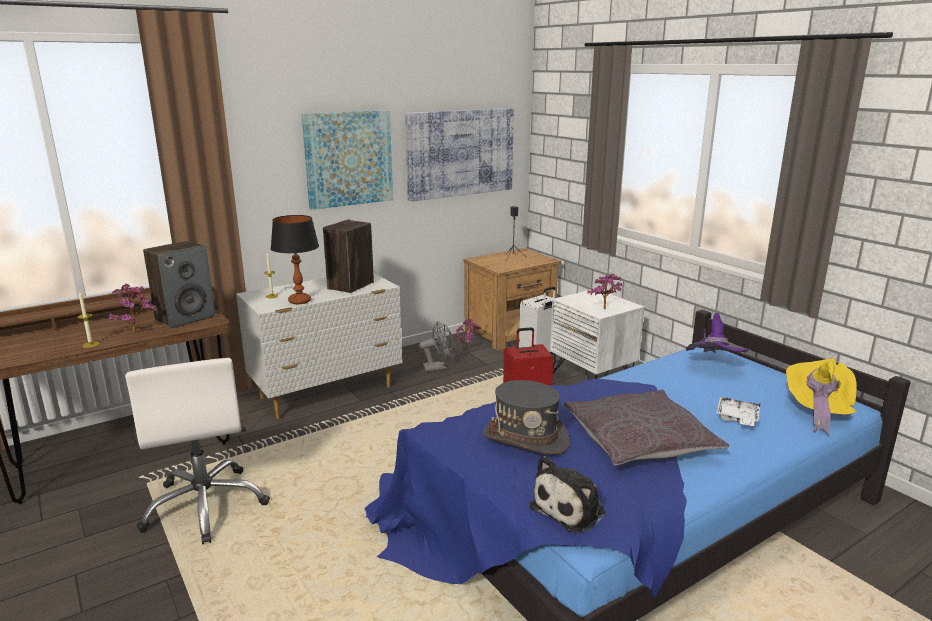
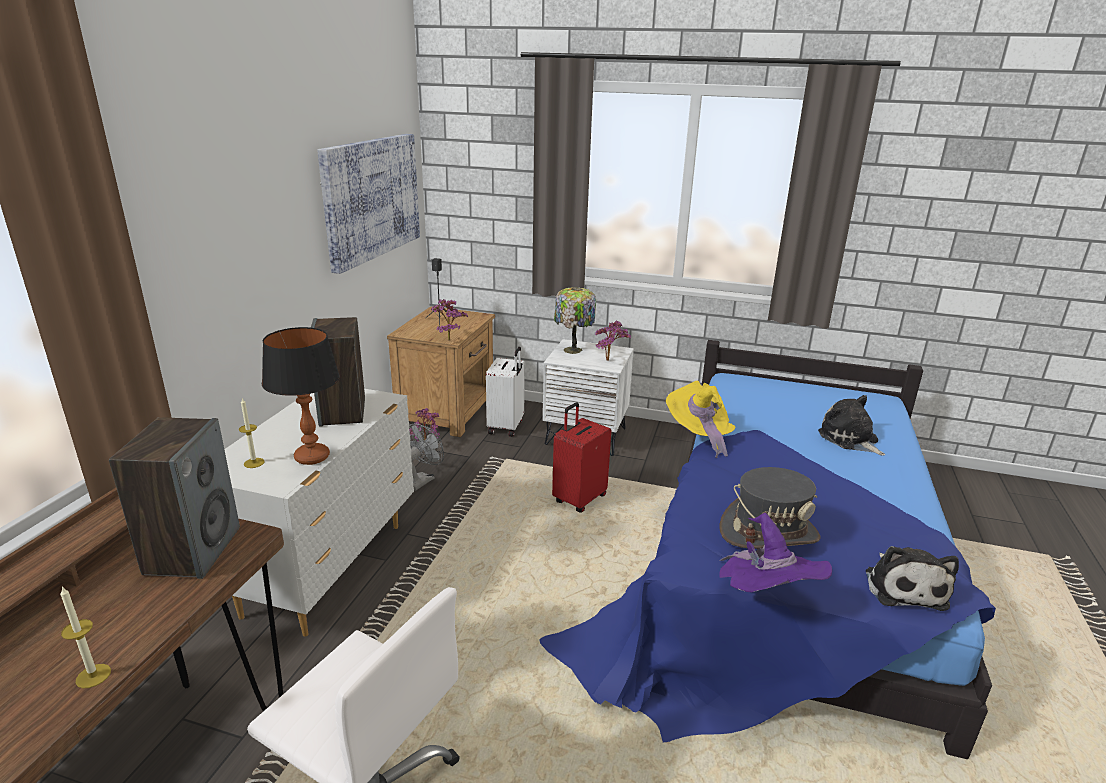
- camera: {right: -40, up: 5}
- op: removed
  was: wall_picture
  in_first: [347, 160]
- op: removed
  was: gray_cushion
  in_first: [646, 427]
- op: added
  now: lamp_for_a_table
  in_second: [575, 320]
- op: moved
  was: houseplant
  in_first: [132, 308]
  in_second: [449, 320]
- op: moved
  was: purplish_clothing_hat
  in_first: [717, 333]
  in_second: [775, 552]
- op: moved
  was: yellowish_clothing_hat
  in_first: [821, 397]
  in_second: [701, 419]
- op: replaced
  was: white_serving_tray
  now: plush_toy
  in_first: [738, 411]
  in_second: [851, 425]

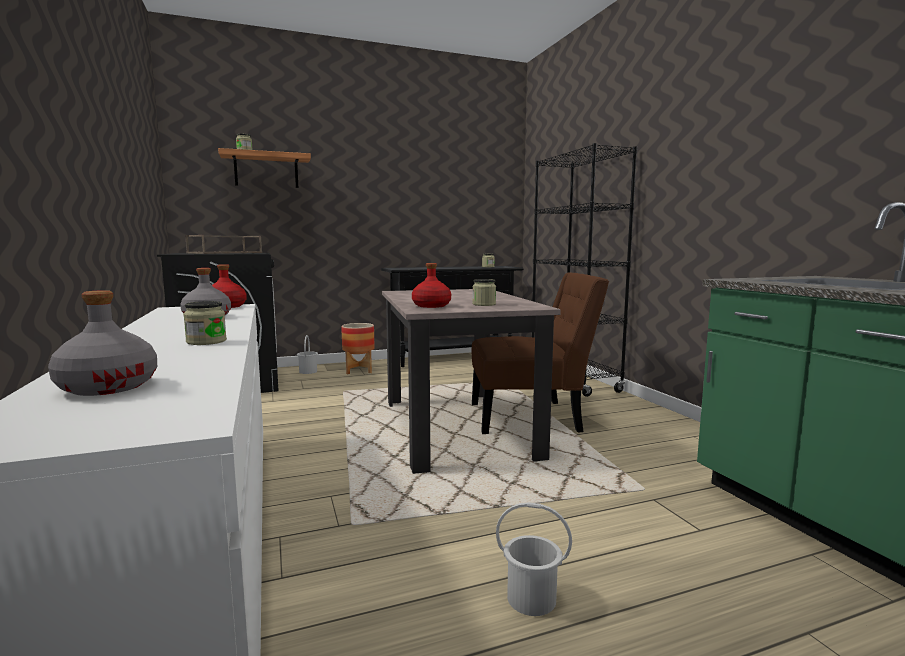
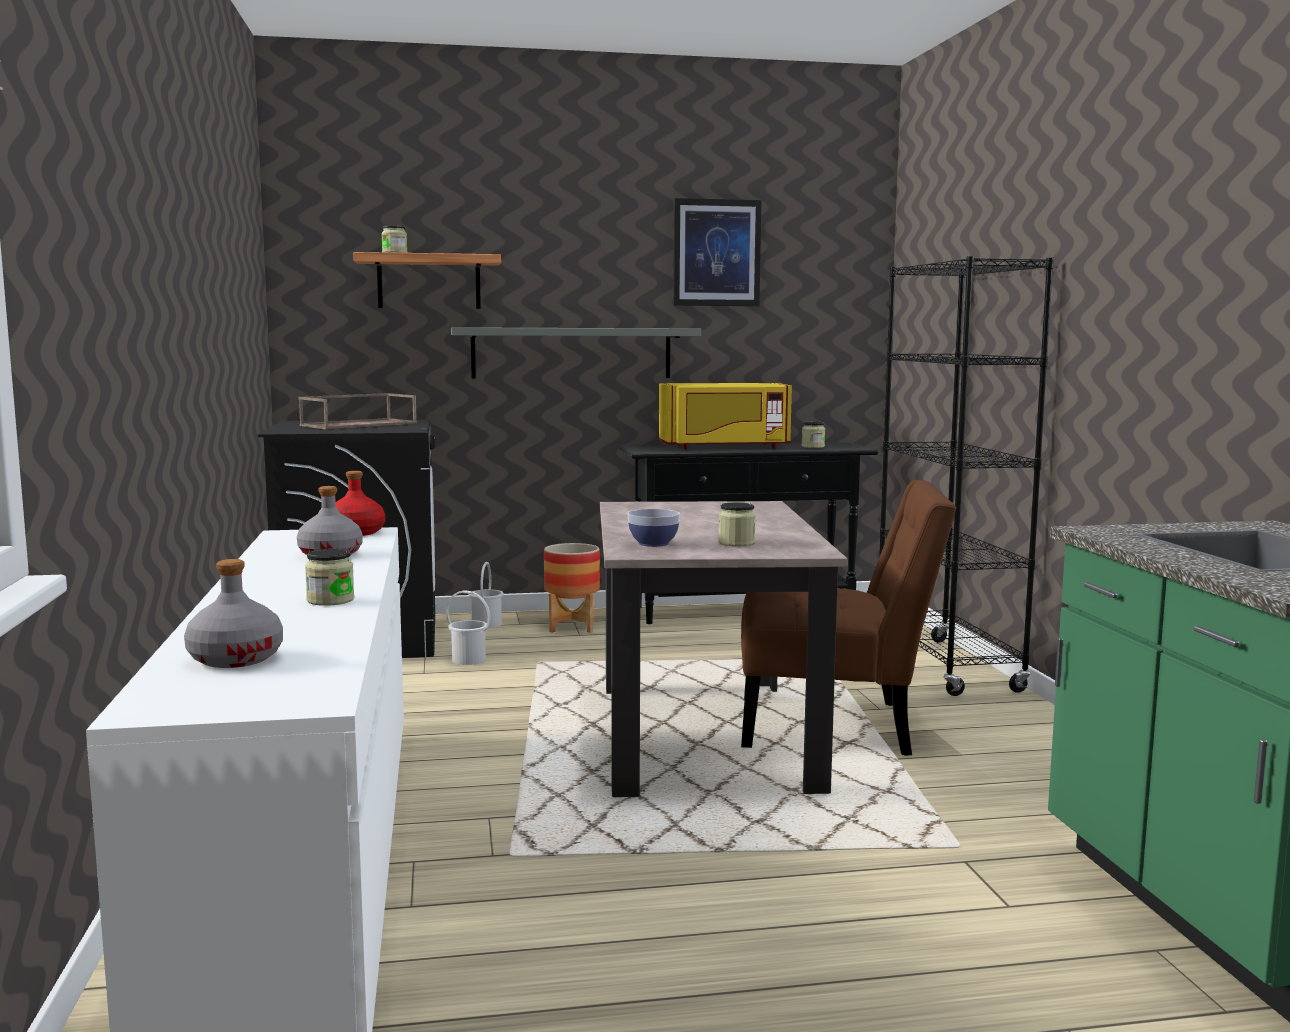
- camera: {right: 10, up: 0}
- op: added
  now: gray_shelf
  in_second: [576, 353]
- op: added
  now: yellowish_microwave_oven
  in_second: [725, 416]
- op: added
  now: wall_picture
  in_second: [717, 252]
- op: moved
  was: white_bucket
  in_first: [534, 559]
  in_second: [468, 627]
- op: replaced
  was: red-coloured_beverage_bottle
  now: serving_bowl
  in_first: [431, 285]
  in_second: [654, 528]

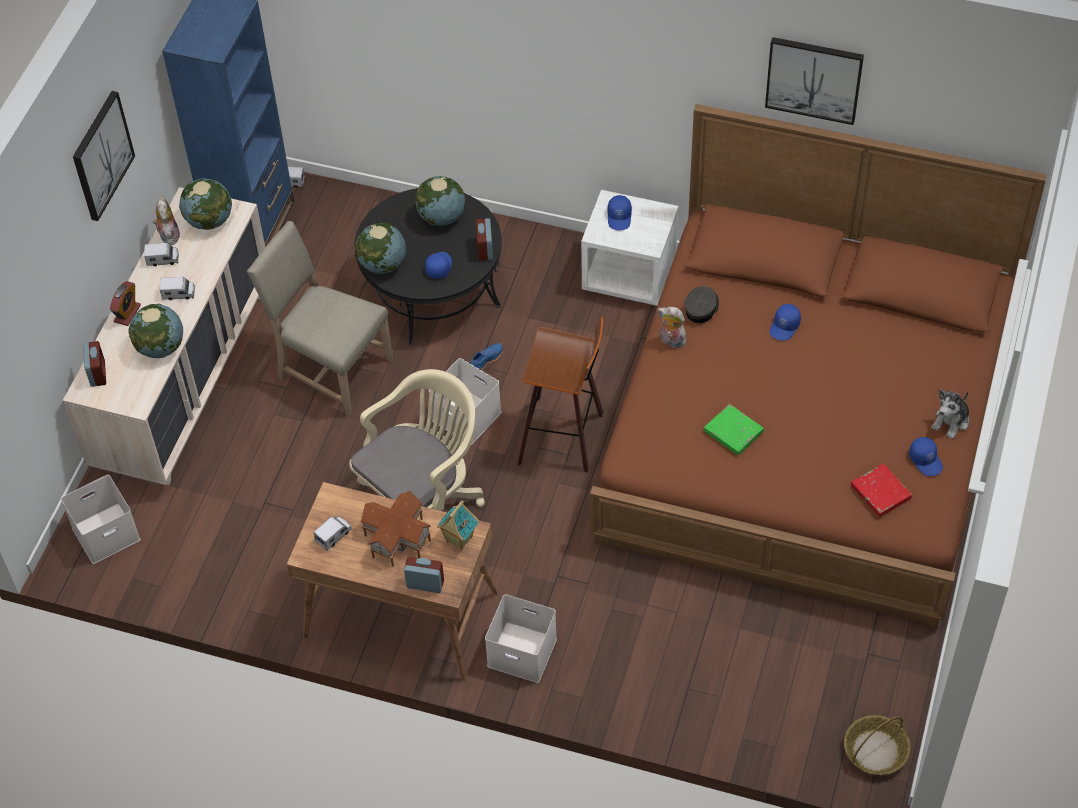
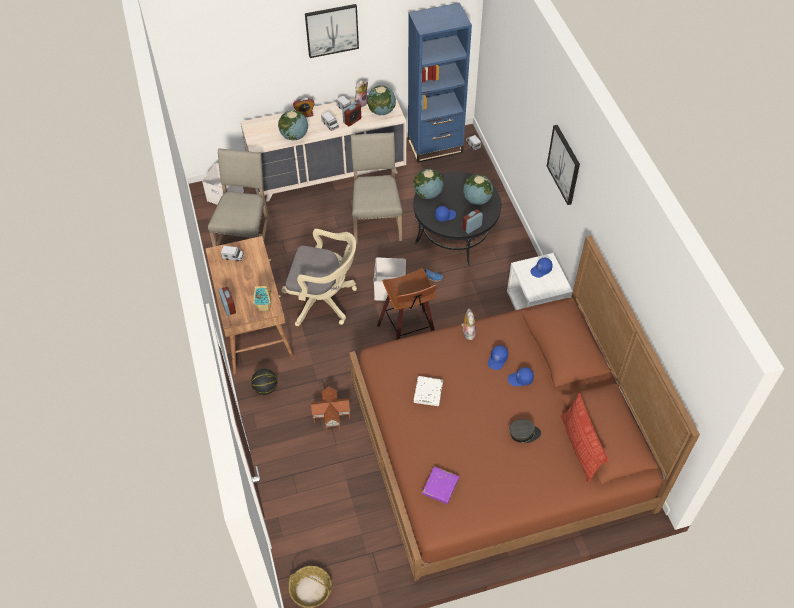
- camera: {right: 55, up: 0}
- op: removed
  was: plush_toy
  in_first: [950, 414]
- op: added
  now: sand-coloured_chair
  in_second: [239, 197]
- op: added
  now: cushion
  in_second: [584, 438]
- op: moved
  was: bedside_clock
  in_first: [94, 364]
  in_second: [351, 114]
- op: moved
  was: miniature_house
  in_first: [395, 528]
  in_second: [331, 408]
- op: moved
  was: gray_cap
  in_first: [702, 304]
  in_second: [525, 431]
- op: moved
  was: wall_picture
  in_first: [814, 81]
  in_second: [563, 165]
- op: moved
  was: bluish_cap
  in_first: [926, 456]
  in_second: [498, 357]
- op: replaced
  was: white_storage_container
  now: basketball
  in_first: [521, 638]
  in_second: [264, 382]
- op: recoloured
  was: green_book
  now: white_book
  in_first: [734, 429]
  in_second: [428, 391]
- op: recoloured
  was: red-coloured_book
  now: purplish_book
  in_first: [881, 490]
  in_second: [440, 485]

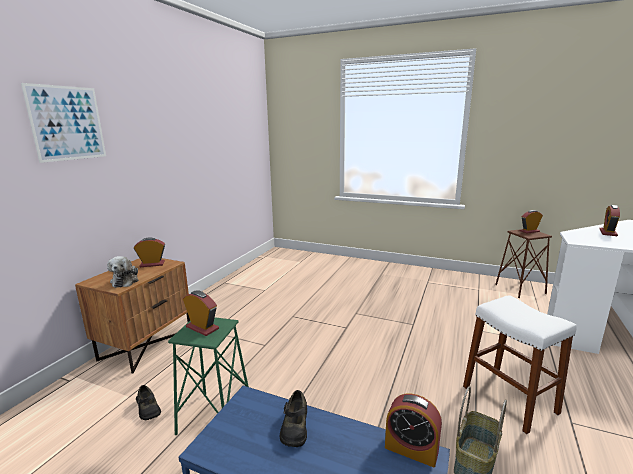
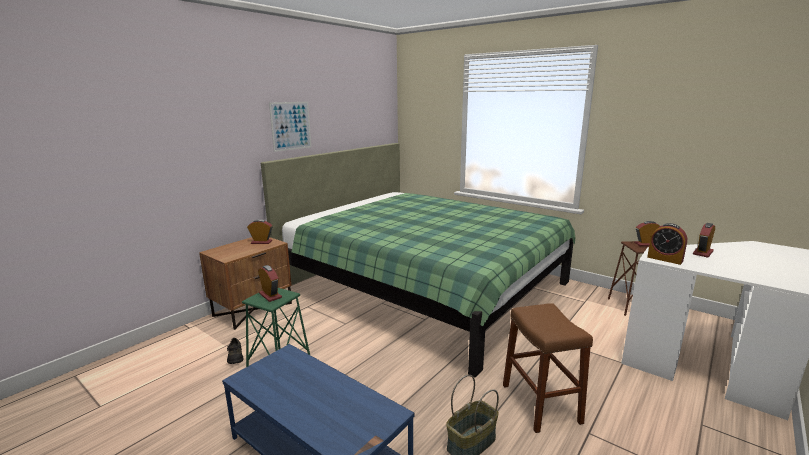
- camera: {right: 15, up: 0}
- op: removed
  was: plush_toy
  in_first: [123, 272]
- op: removed
  was: black_item_of_footwear
  in_first: [293, 418]
- op: added
  now: green_bed
  in_second: [418, 260]
- op: moved
  was: wall_picture
  in_first: [63, 123]
  in_second: [290, 127]
- op: moved
  was: bedside_clock
  in_first: [413, 430]
  in_second: [667, 244]
- op: recoloured
  was: white_stool
  now: brownish_stool
  in_first: [520, 364]
  in_second: [548, 368]

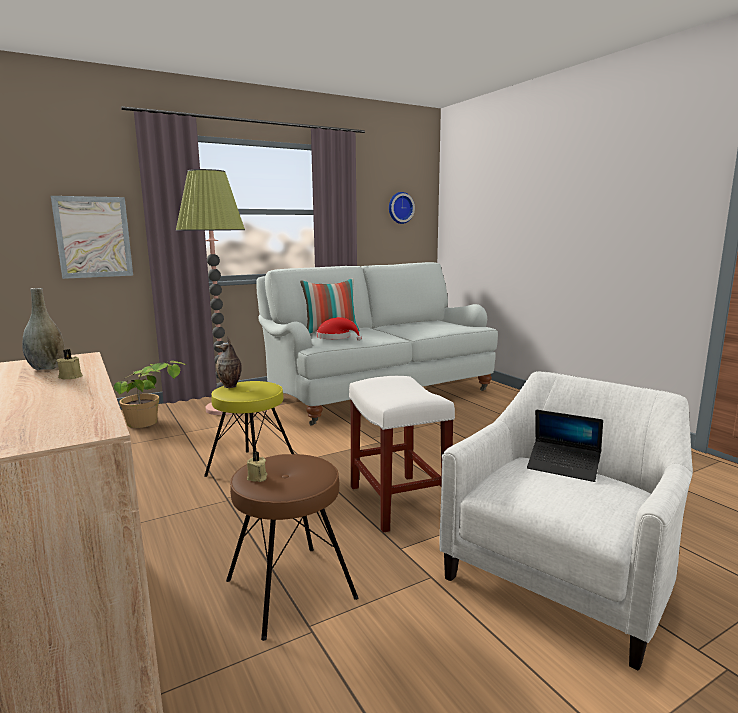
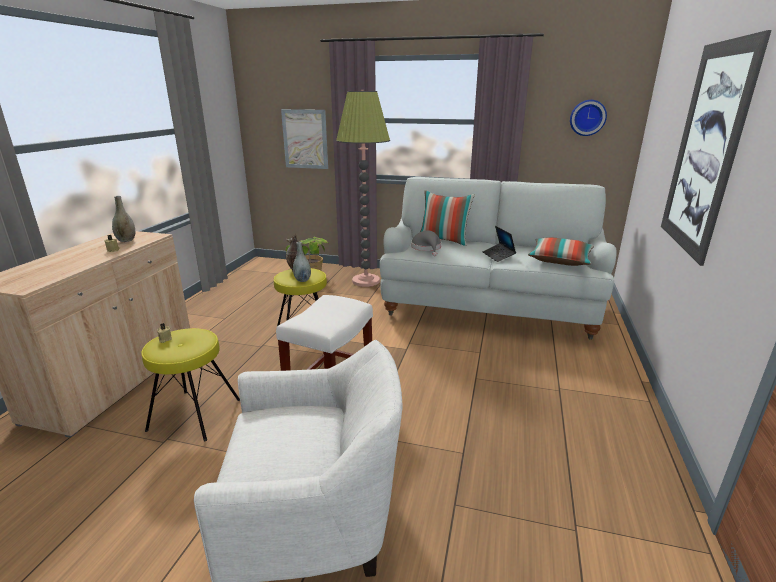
- camera: {right: 45, up: 10}
- op: added
  now: gray_flower_vase
  in_second: [302, 262]
- op: added
  now: cushion
  in_second: [561, 251]
- op: added
  now: wall_picture
  in_second: [716, 148]
- op: moved
  was: laptop
  in_first: [565, 446]
  in_second: [499, 244]
- op: recoloured
  was: brownish_stool
  now: yellowish_stool
  in_first: [292, 547]
  in_second: [190, 385]
- op: recoloured
  was: red-coloured_clothing_hat
  now: gray_clothing_hat
  in_first: [339, 329]
  in_second: [426, 243]

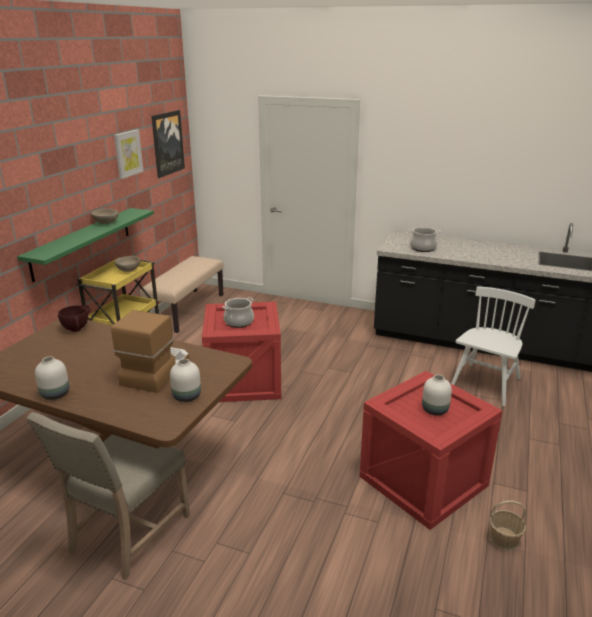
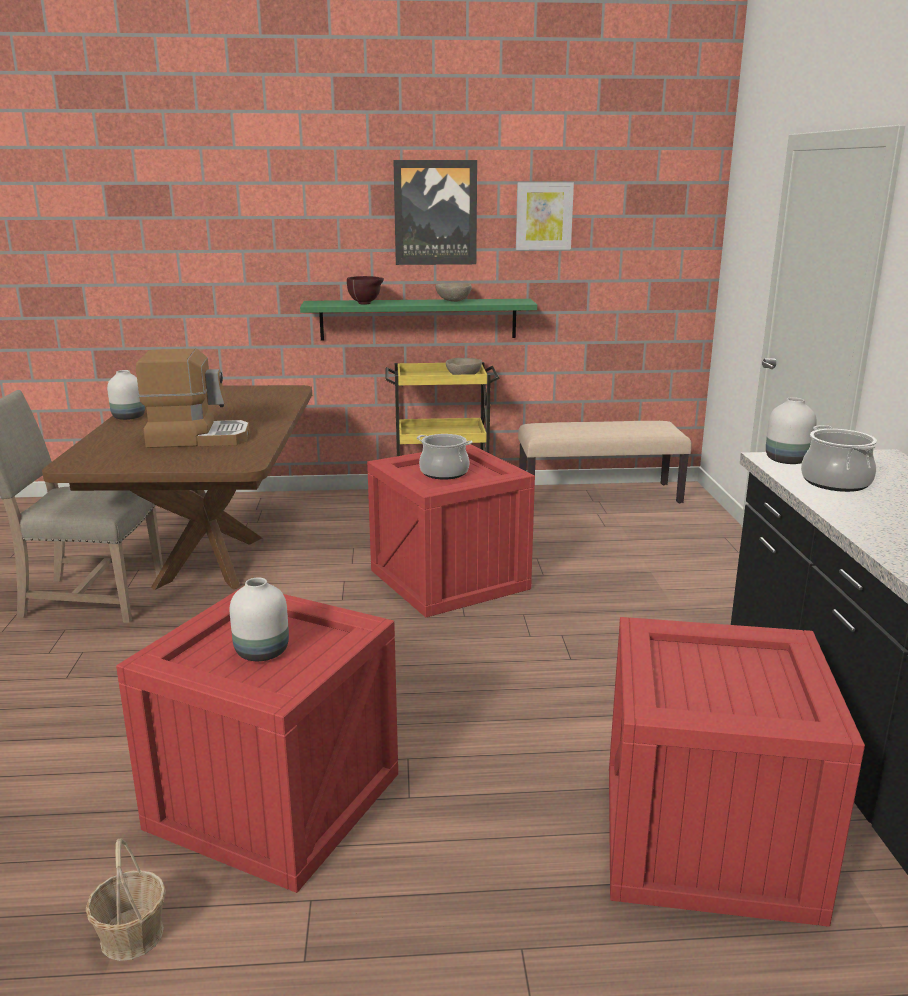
- camera: {right: 65, up: -5}
- op: moved
  was: brownish_serving_bowl
  in_first: [74, 318]
  in_second: [365, 290]
- op: moved
  was: wall_picture
  in_first: [168, 144]
  in_second: [435, 212]
- op: moved
  was: white_flower_vase
  in_first: [185, 380]
  in_second: [791, 430]
- op: replaced
  was: white_chair
  now: crate
  in_first: [493, 346]
  in_second: [737, 772]

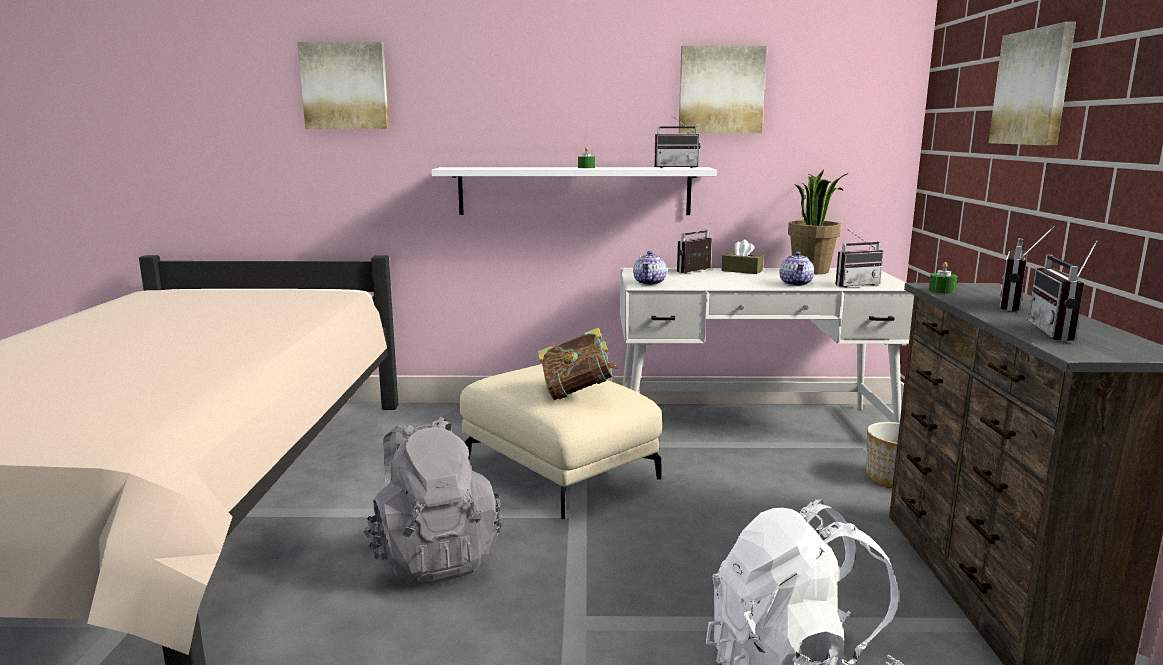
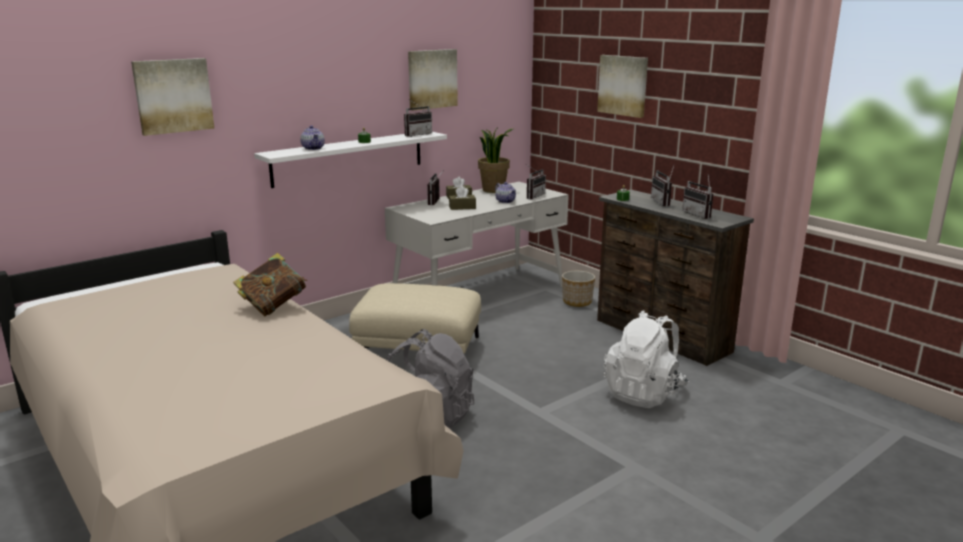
- camera: {right: -40, up: 5}
- op: added
  now: brownish_tissue_holder
  in_second: [462, 198]
- op: moved
  was: book
  in_first: [578, 364]
  in_second: [270, 284]
- op: moved
  was: tea_pot
  in_first: [649, 268]
  in_second: [312, 138]

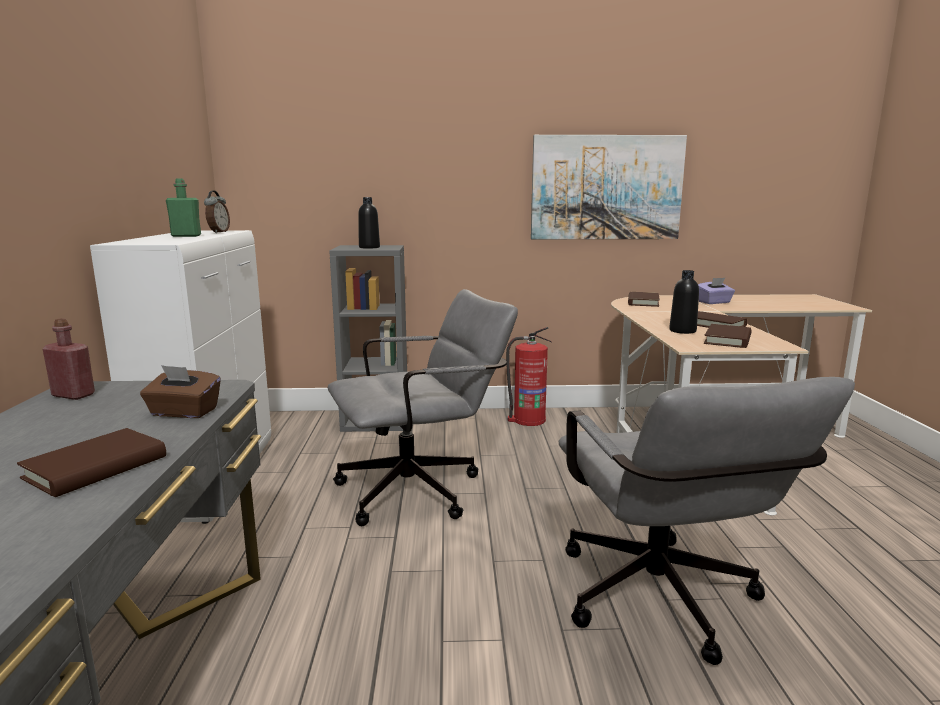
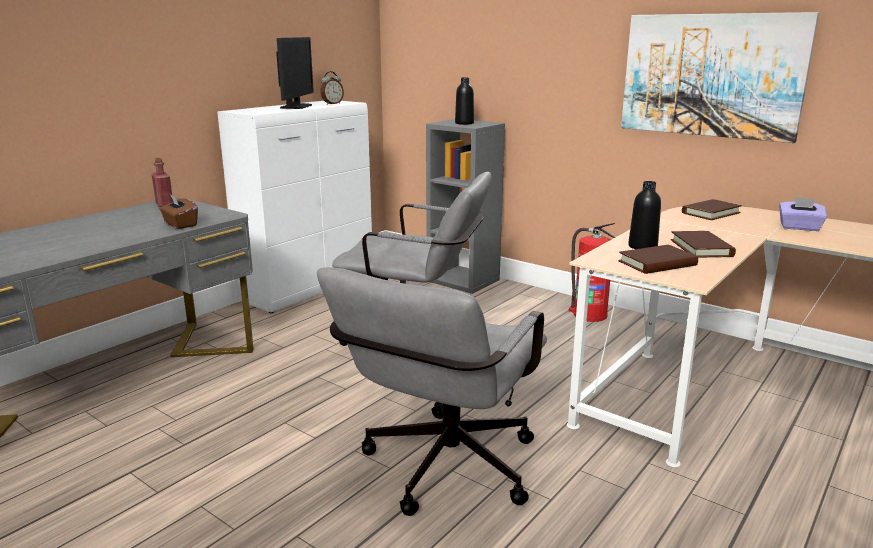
- camera: {right: 40, up: 5}
- op: removed
  was: brownish_book
  in_first: [91, 462]
- op: replaced
  was: green_beverage_bottle
  now: monitor
  in_first: [183, 207]
  in_second: [295, 73]

